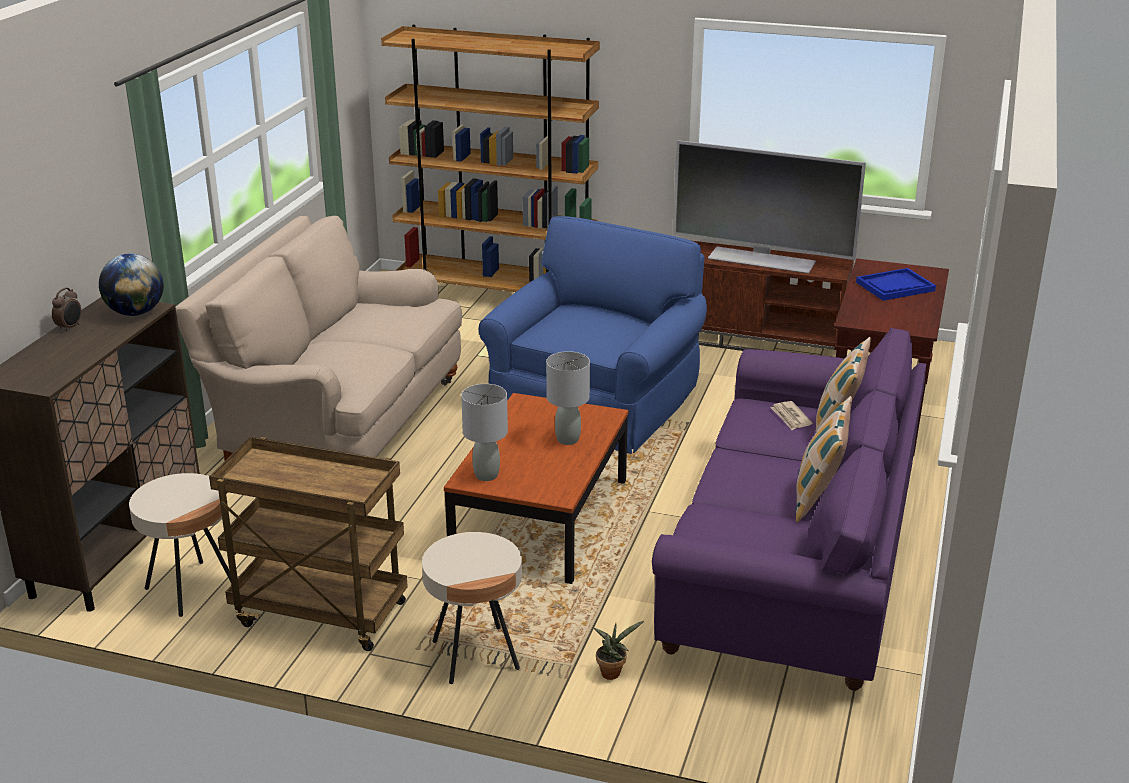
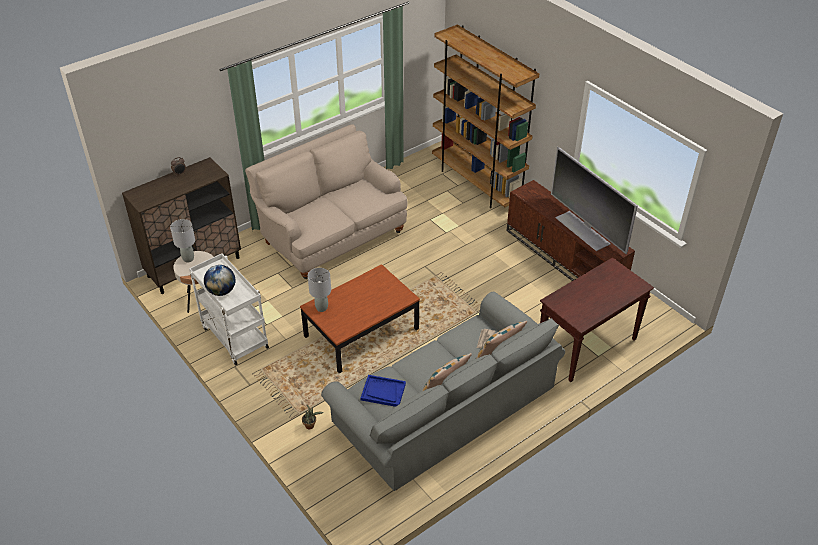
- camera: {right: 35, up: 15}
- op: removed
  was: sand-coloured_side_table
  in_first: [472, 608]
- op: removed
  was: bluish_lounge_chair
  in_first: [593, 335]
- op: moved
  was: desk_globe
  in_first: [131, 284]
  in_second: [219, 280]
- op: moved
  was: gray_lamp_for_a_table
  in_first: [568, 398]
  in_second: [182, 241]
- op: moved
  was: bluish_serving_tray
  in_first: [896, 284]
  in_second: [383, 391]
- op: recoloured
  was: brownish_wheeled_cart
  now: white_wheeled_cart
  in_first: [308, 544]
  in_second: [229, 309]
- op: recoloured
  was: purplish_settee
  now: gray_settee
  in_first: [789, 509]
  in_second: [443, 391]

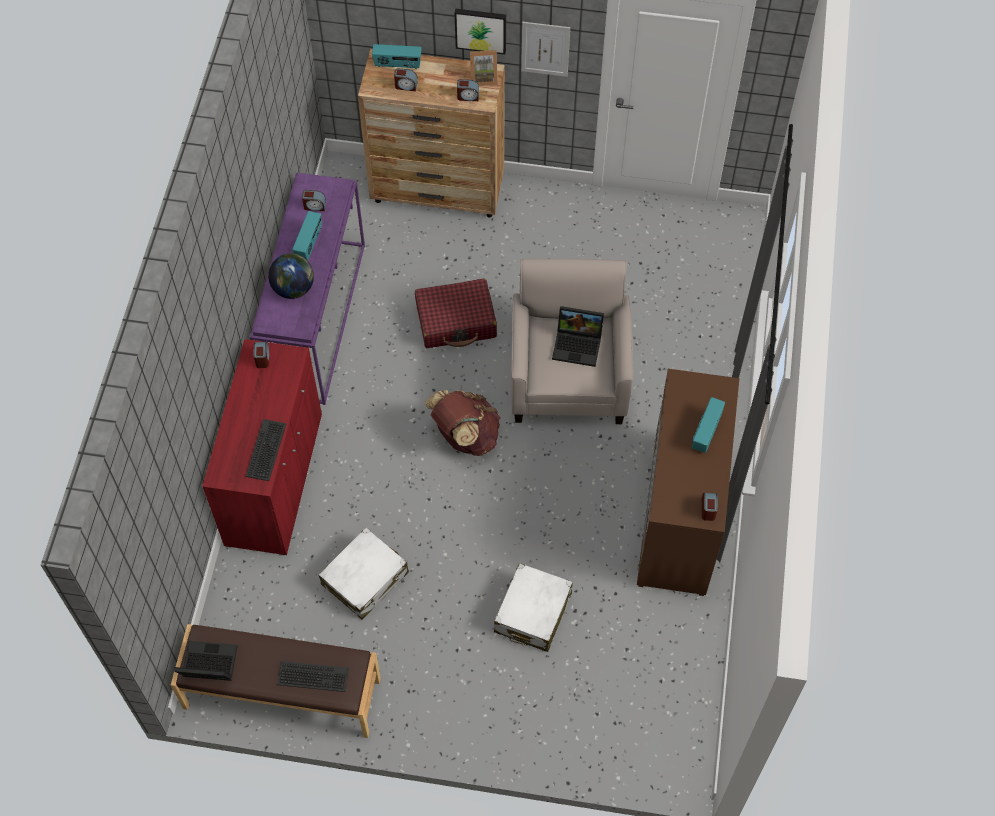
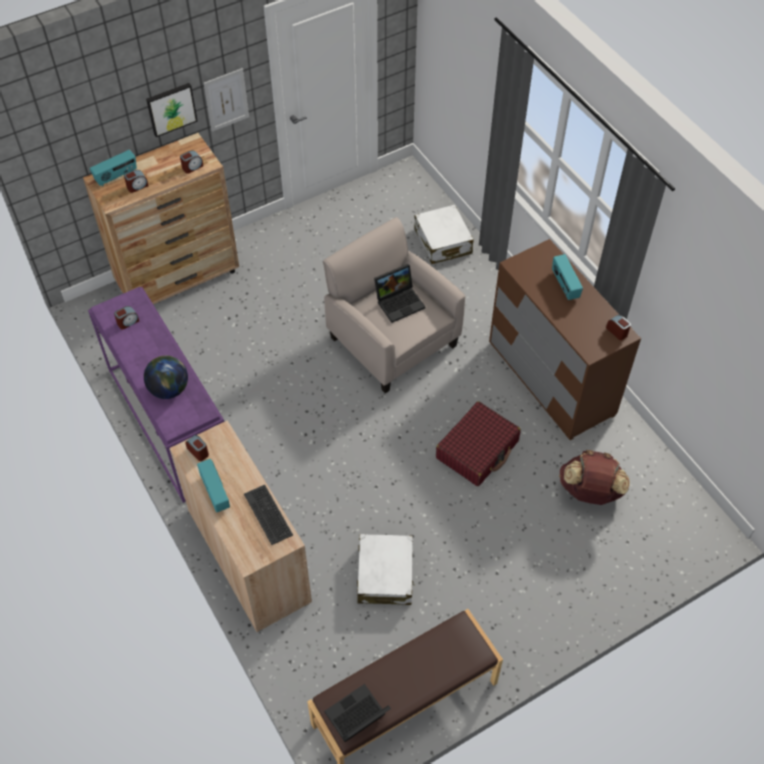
- camera: {right: -40, up: -5}
- op: removed
  was: PC_keyboard
  in_first: [313, 676]
- op: removed
  was: photo_frame
  in_first: [484, 68]
- op: moved
  was: radio
  in_first: [307, 236]
  in_second: [213, 485]
- op: moved
  was: red-coloured_suitcase
  in_first: [456, 313]
  in_second: [478, 443]
- op: moved
  was: brownish_backpack
  in_first: [463, 423]
  in_second: [594, 477]
- op: moved
  was: white_suitcase
  in_first: [533, 607]
  in_second: [444, 234]
- op: recoloured
  was: red-coloured_storage_cabinet
  now: sand-coloured_storage_cabinet
  in_first: [262, 447]
  in_second: [241, 526]

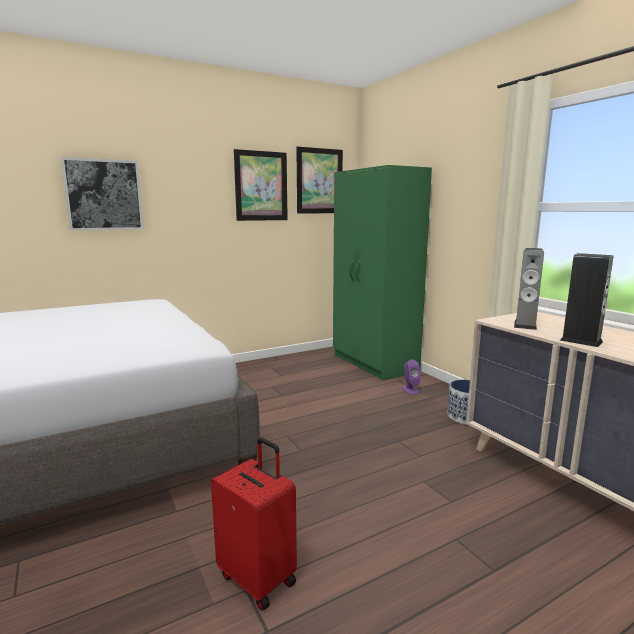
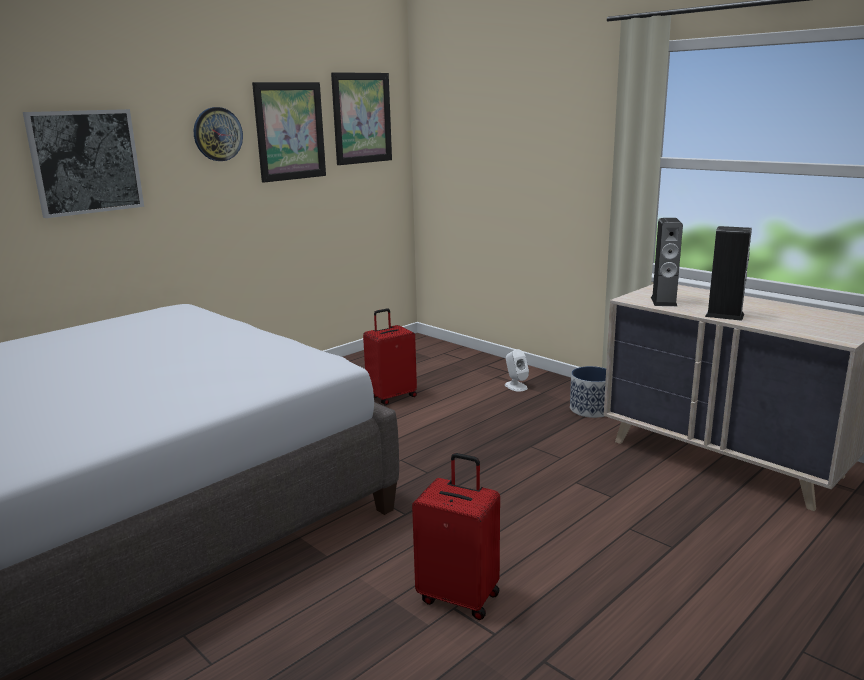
- camera: {right: -15, up: 5}
- op: removed
  was: green_armoire
  in_first: [382, 273]
- op: added
  now: wall_clock
  in_second: [218, 134]
- op: added
  now: red-coloured_suitcase
  in_second: [390, 357]
- op: recoloured
  was: purplish_speaker
  now: white_speaker
  in_first: [411, 377]
  in_second: [517, 370]

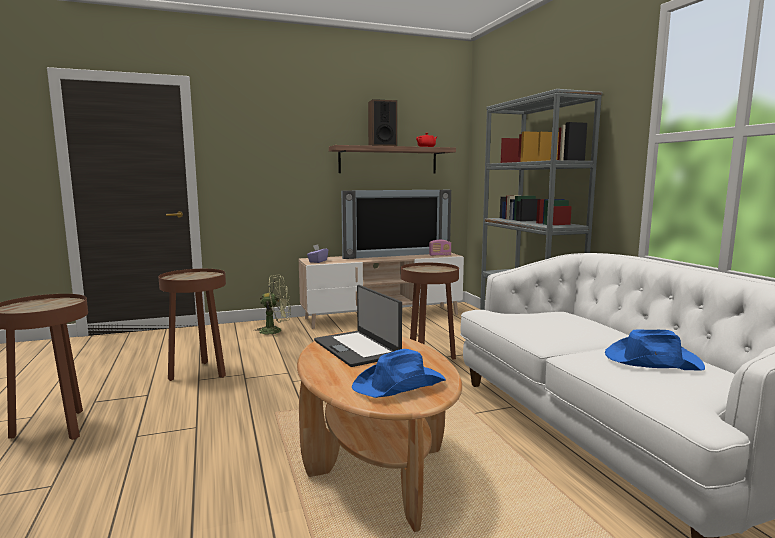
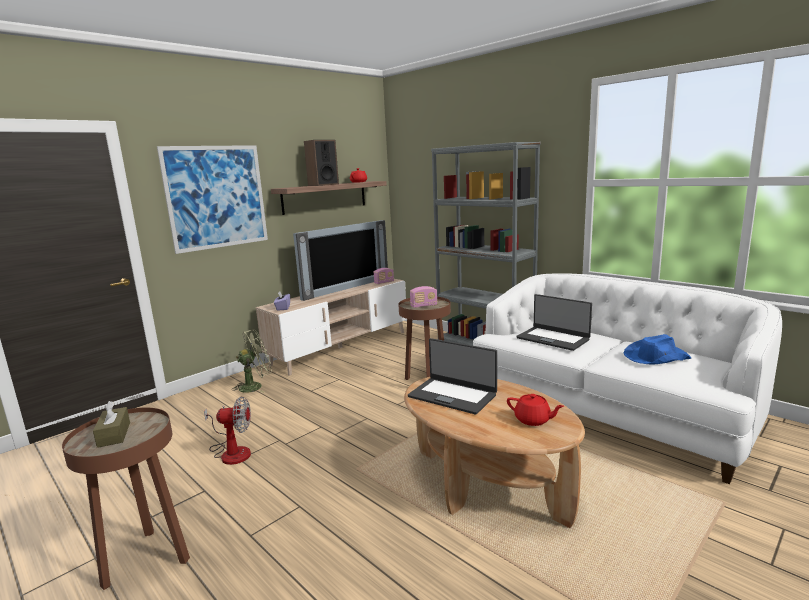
- camera: {right: -25, up: 5}
- op: added
  now: brownish_tissue_holder
  in_second: [111, 424]
- op: added
  now: wall_picture
  in_second: [212, 199]
- op: added
  now: radio
  in_second: [424, 297]
- op: added
  now: laptop
  in_second: [554, 322]
- op: replaced
  was: brownish_side_table
  now: electric_fan
  in_first: [192, 325]
  in_second: [227, 431]
- op: replaced
  was: bluish_clothing_hat
  now: red-coloured_tea_pot
  in_first: [399, 373]
  in_second: [535, 410]

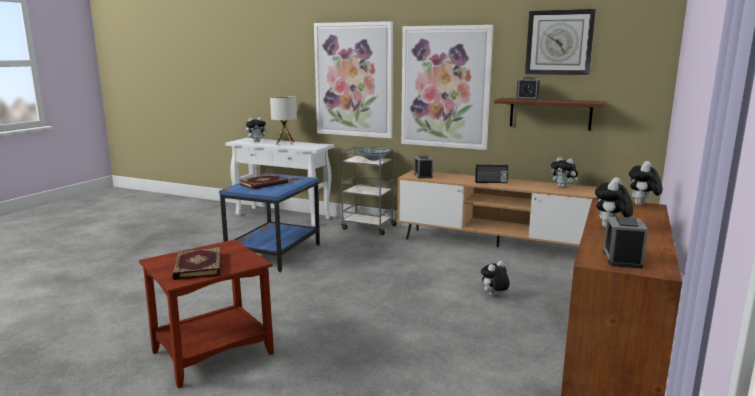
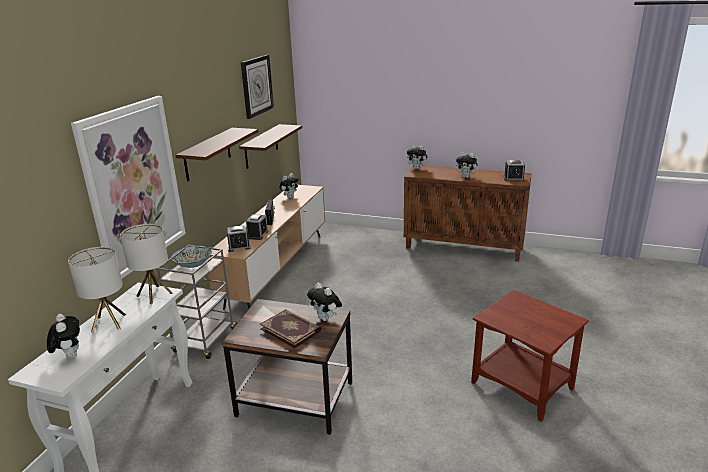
- camera: {right: -95, up: 10}
- op: removed
  was: book
  in_first: [196, 263]
- op: added
  now: lamp_for_a_table
  in_second: [146, 264]
- op: moved
  was: plush_toy
  in_first: [495, 278]
  in_second: [324, 302]
- op: moved
  was: bedside_clock
  in_first: [527, 89]
  in_second: [257, 227]
- op: replaced
  was: wall_picture
  now: brownish_shelf
  in_first: [447, 87]
  in_second: [217, 154]
- op: recoloured
  was: bluish_side_table
  now: brownish_side_table
  in_first: [269, 222]
  in_second: [287, 367]

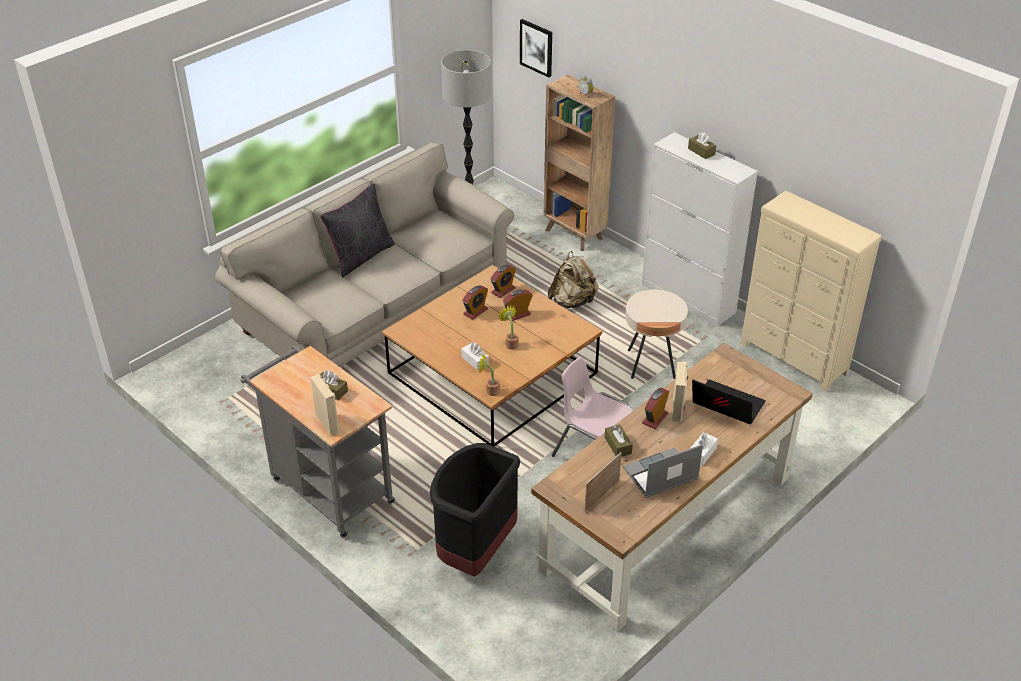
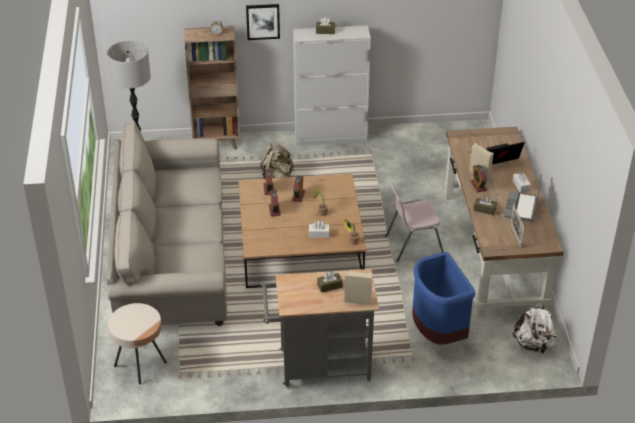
- camera: {right: -50, up: 0}
- op: removed
  was: black_cushion
  in_first: [358, 230]
- op: removed
  was: sand-coloured_dresser
  in_first: [811, 291]
- op: added
  now: white_backpack
  in_second: [534, 328]
- op: moved
  was: wall_picture
  in_first: [536, 48]
  in_second: [263, 22]
- op: moved
  was: sand-coloured_side_table
  in_first: [656, 334]
  in_second: [137, 343]
- op: recoloured
  was: black_waste_bin
  now: bluish_waste_bin
  in_first: [475, 509]
  in_second: [443, 298]

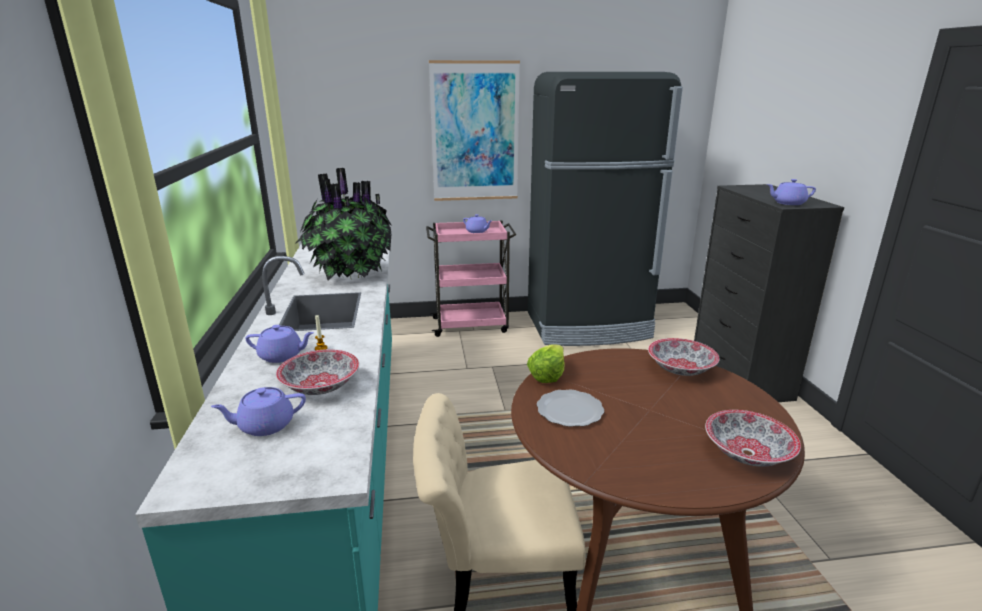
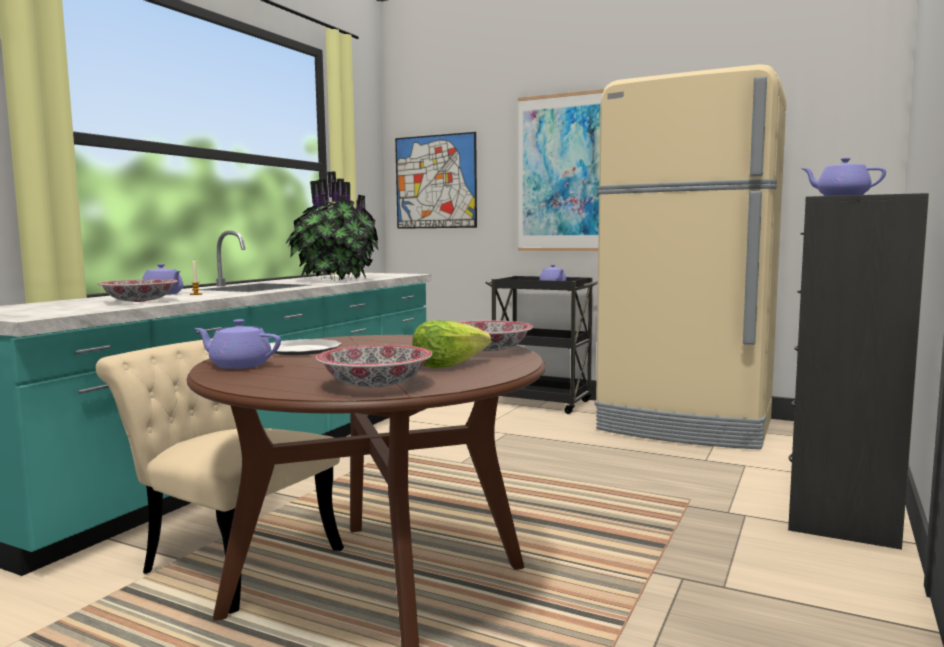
- camera: {right: 35, up: -15}
- op: added
  now: wall_picture
  in_second: [436, 180]
- op: moved
  was: purplish_tea_pot
  in_first: [258, 411]
  in_second: [237, 344]
- op: moved
  was: lettuce
  in_first: [545, 364]
  in_second: [451, 344]
- op: recoloured
  was: pink_wheeled_cart
  now: black_wheeled_cart
  in_first: [471, 279]
  in_second: [542, 345]
- op: recoloured
  was: black_fridge
  now: sand-coloured_fridge
  in_first: [605, 209]
  in_second: [690, 256]

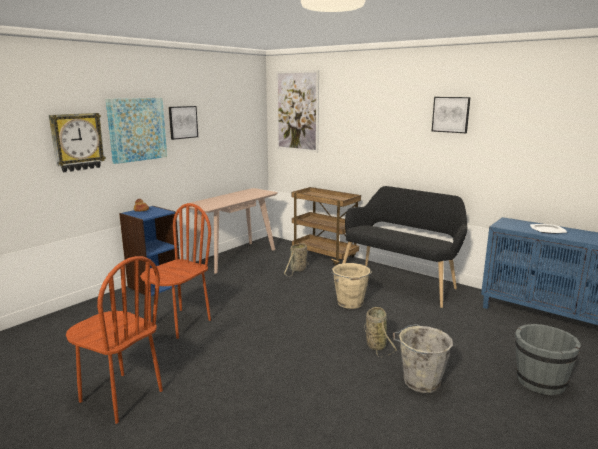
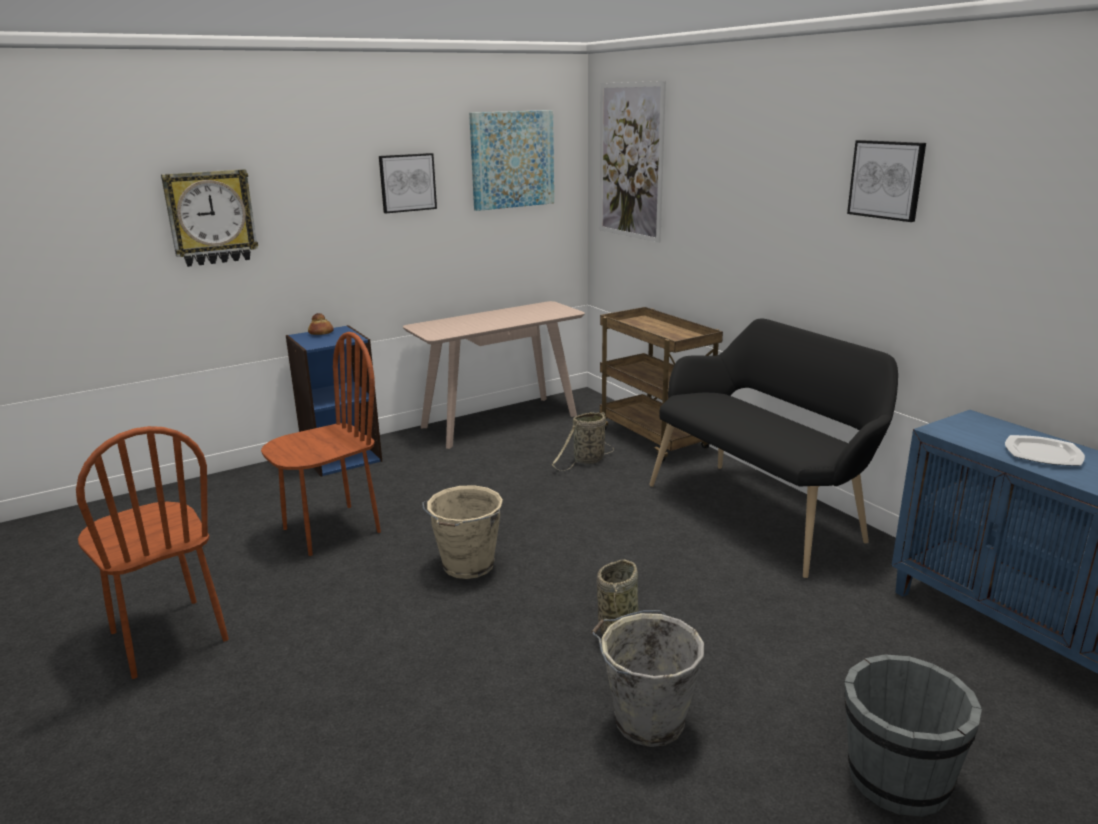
- camera: {right: 20, up: 5}
- op: moved
  was: wall_picture
  in_first: [136, 131]
  in_second: [511, 160]
- op: moved
  was: sand-coloured_bucket
  in_first: [351, 286]
  in_second: [462, 532]

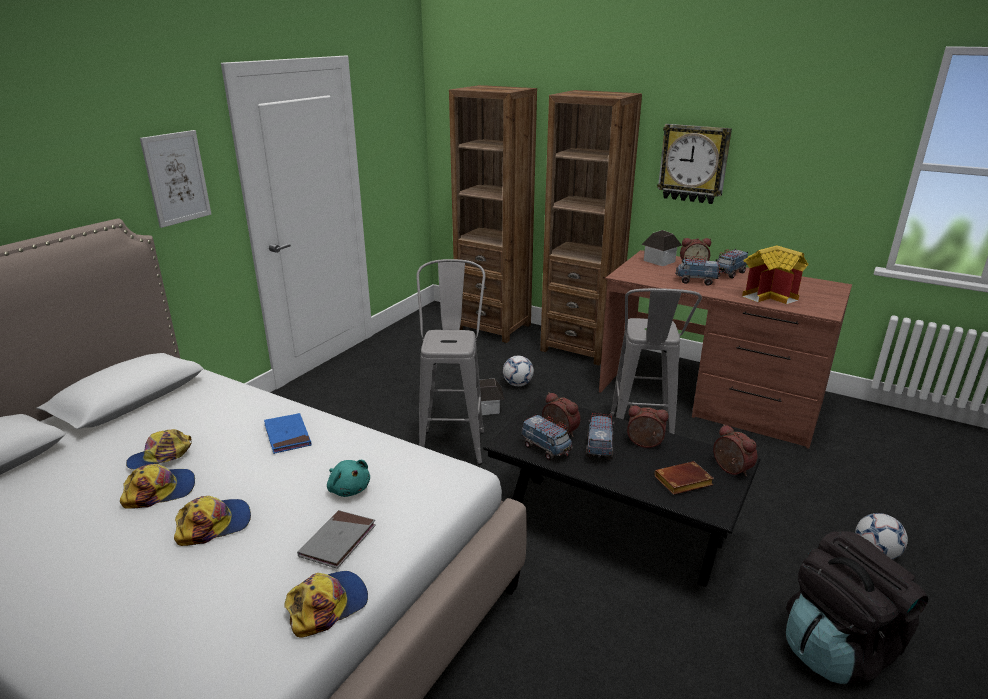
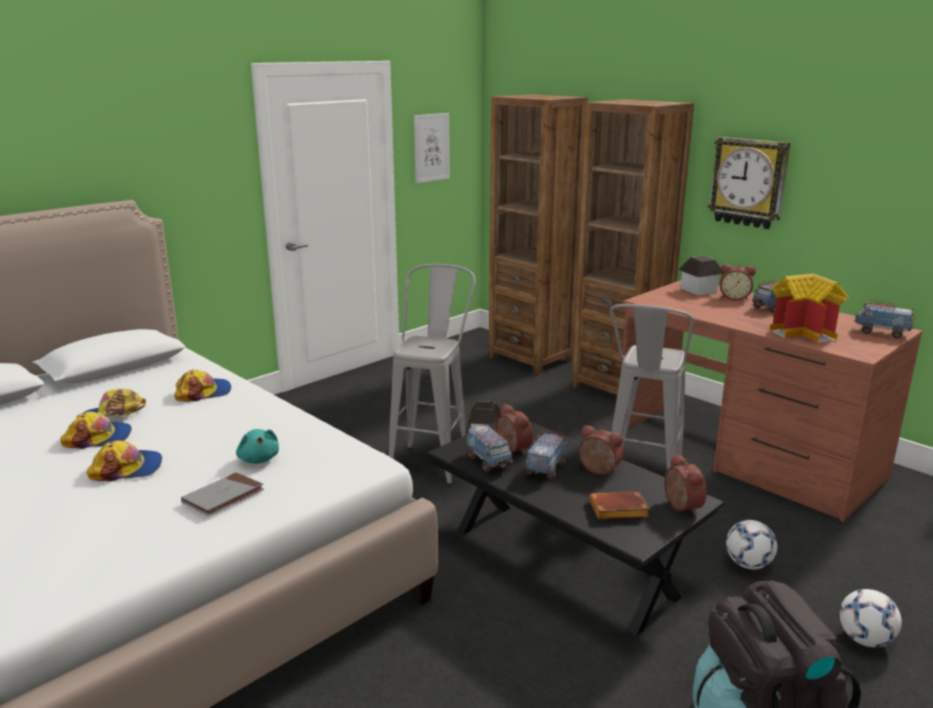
- camera: {right: 15, up: -5}
- op: removed
  was: bluish_book
  in_first: [288, 433]
- op: moved
  was: wall_picture
  in_first: [175, 179]
  in_second: [432, 148]
- op: moved
  was: cap
  in_first: [326, 604]
  in_second: [202, 386]
- op: moved
  was: football_ball
  in_first: [518, 371]
  in_second: [751, 545]
- op: moved
  was: model_truck
  in_first: [698, 271]
  in_second: [884, 319]

